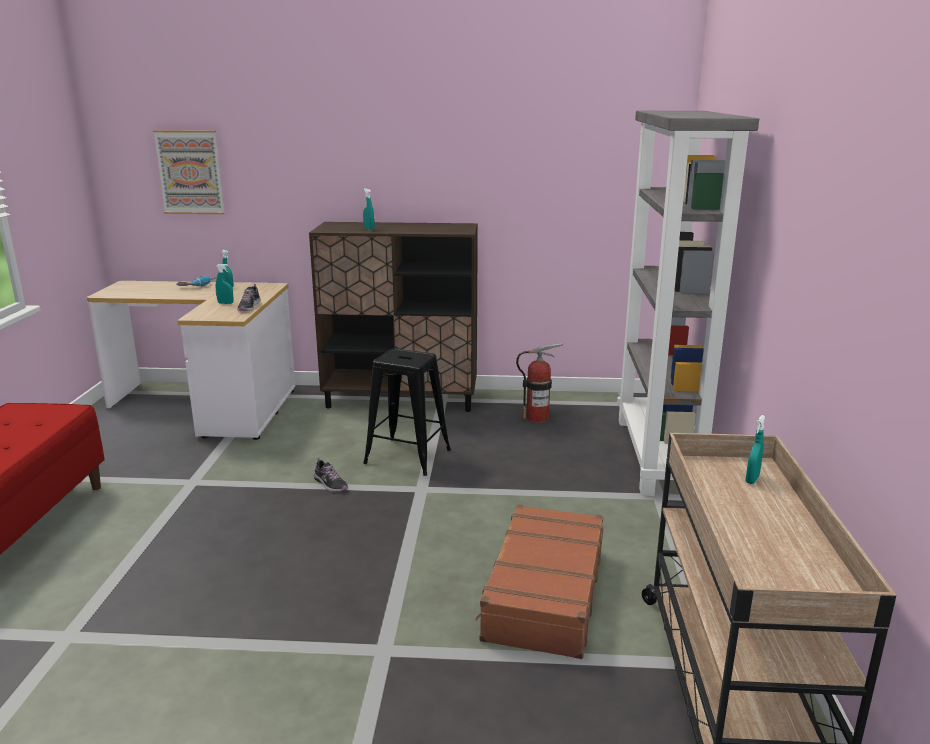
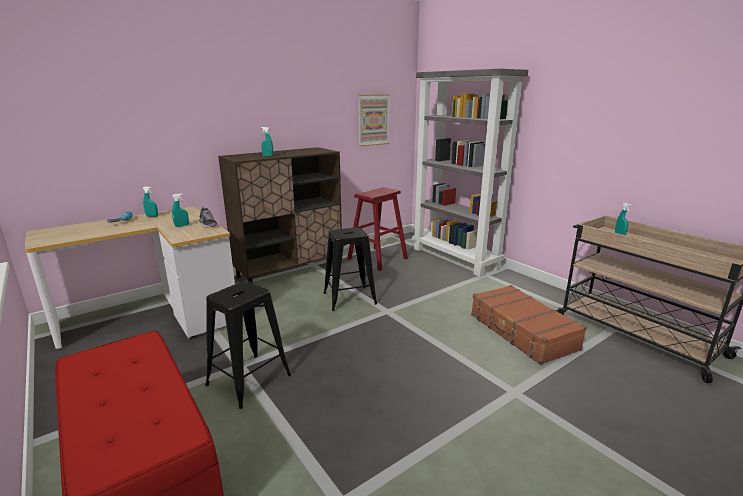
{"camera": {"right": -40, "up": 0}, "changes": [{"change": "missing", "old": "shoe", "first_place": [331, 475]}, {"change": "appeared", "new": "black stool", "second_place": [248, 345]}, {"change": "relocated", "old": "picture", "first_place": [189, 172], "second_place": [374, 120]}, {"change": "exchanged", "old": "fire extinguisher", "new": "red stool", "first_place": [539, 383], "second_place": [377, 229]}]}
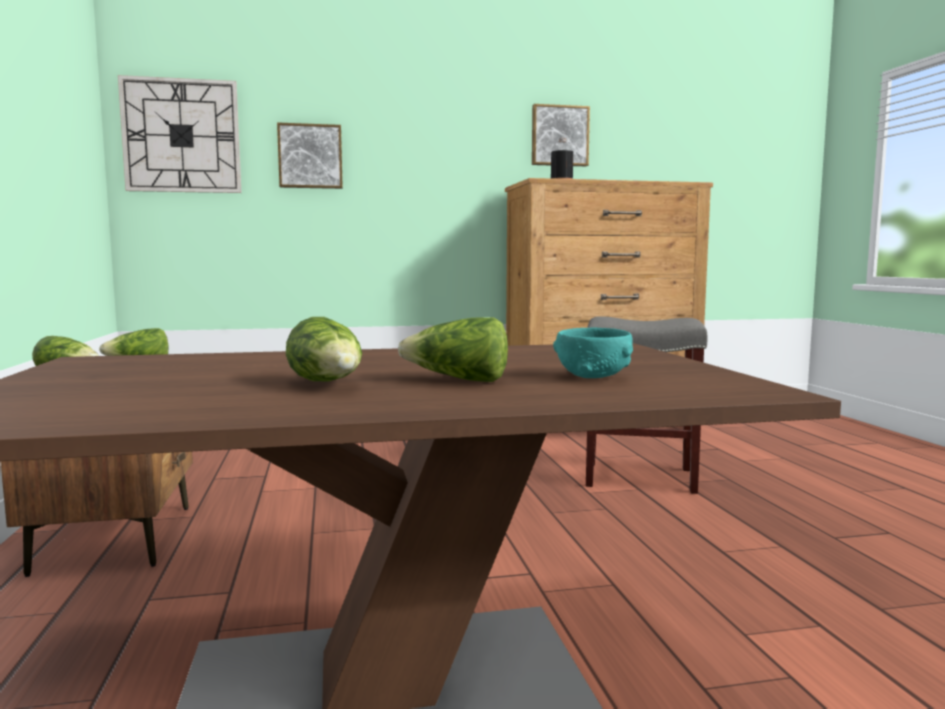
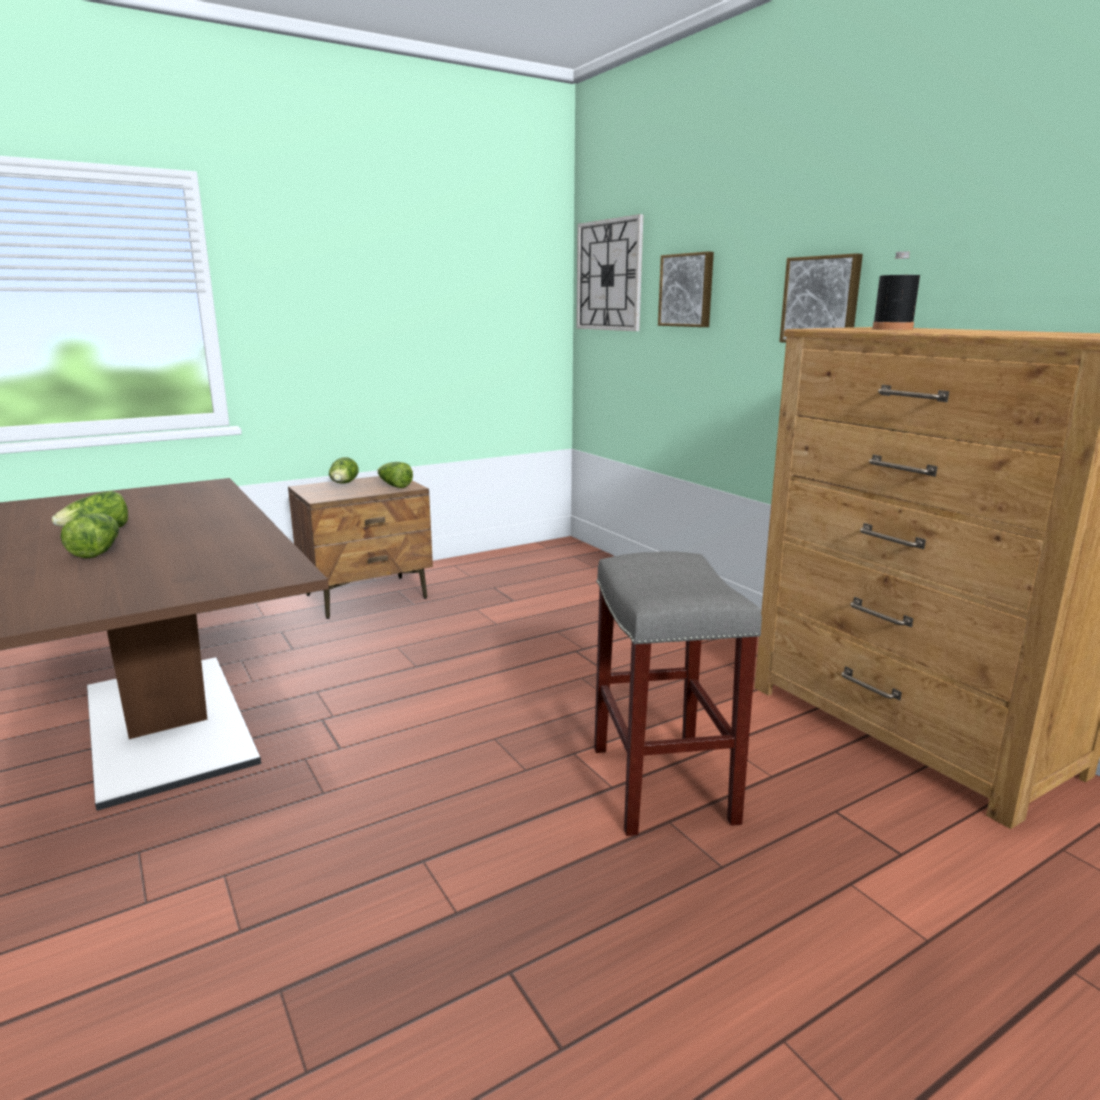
{"camera": {"right": 70, "up": 10}, "changes": [{"change": "missing", "old": "turquoise bowl", "first_place": [593, 353]}, {"change": "relocated", "old": "picture", "first_place": [561, 135], "second_place": [821, 298]}]}
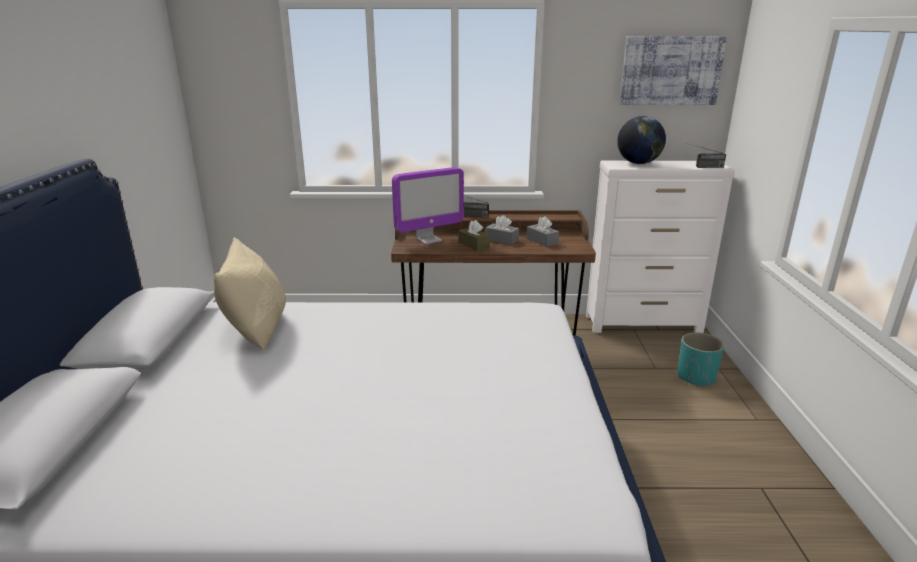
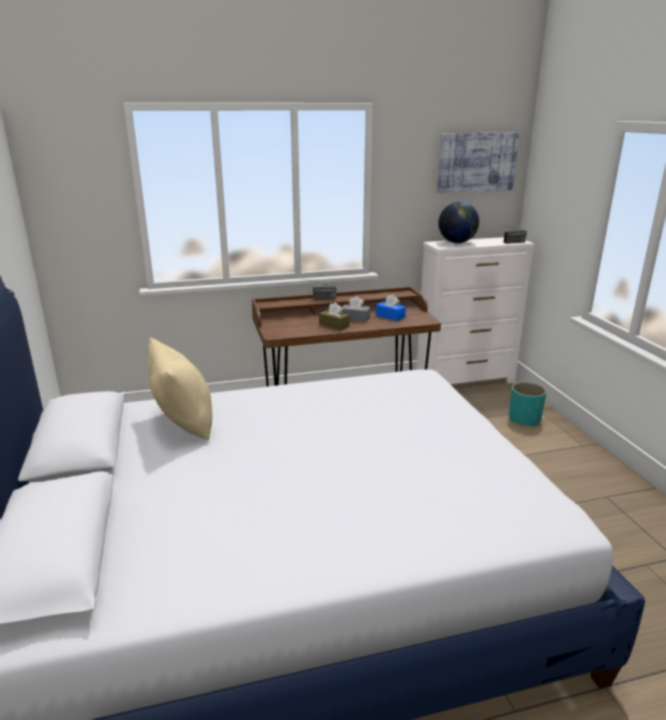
{"camera": {"right": -15, "up": 0}, "changes": [{"change": "missing", "old": "monitor", "first_place": [428, 205]}, {"change": "colour", "old": "grey tissue box", "new": "blue tissue box", "first_place": [543, 231], "second_place": [391, 307]}]}
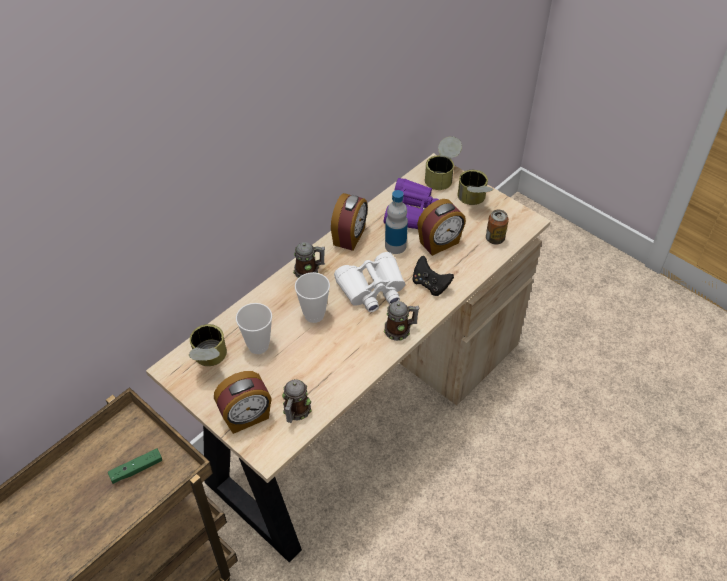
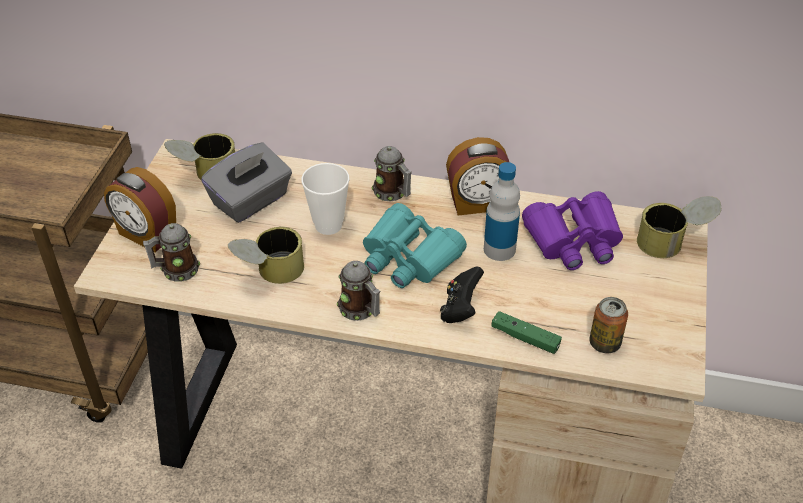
{"camera": {"right": 60, "up": -5}, "changes": [{"change": "missing", "old": "alarm clock", "first_place": [441, 227]}, {"change": "relocated", "old": "green game controller", "first_place": [135, 466], "second_place": [526, 332]}, {"change": "relocated", "old": "can", "first_place": [475, 187], "second_place": [266, 255]}, {"change": "exchanged", "old": "cup", "new": "grey tissue box", "first_place": [254, 328], "second_place": [246, 182]}, {"change": "colour", "old": "white binoculars", "new": "turquoise binoculars", "first_place": [369, 282], "second_place": [415, 245]}]}
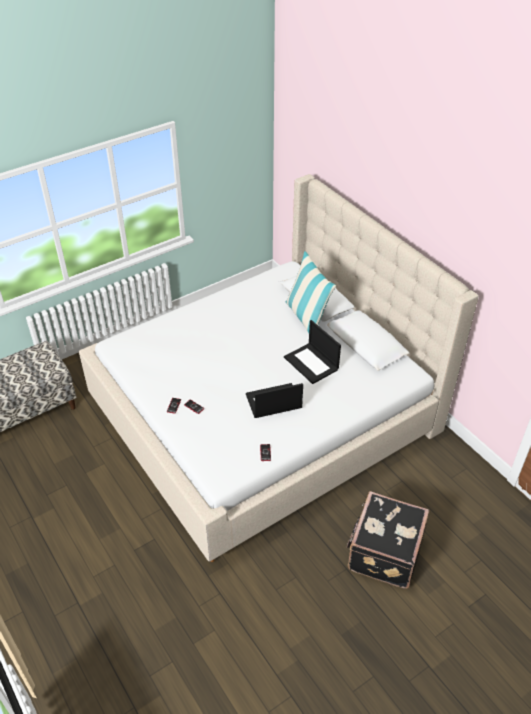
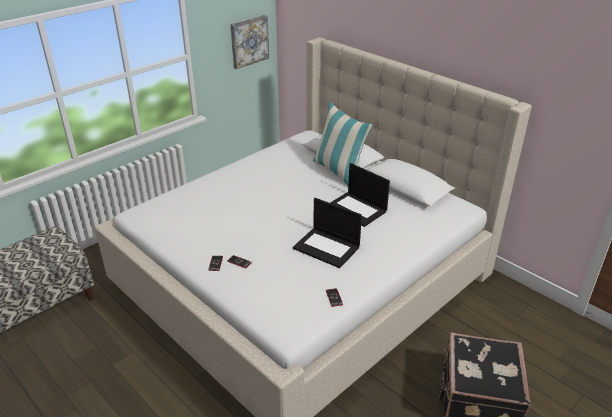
{"camera": {"right": -10, "up": -10}, "changes": [{"change": "appeared", "new": "picture", "second_place": [249, 42]}, {"change": "spun", "old": "laptop", "first_place": [274, 400], "second_place": [327, 233], "degrees": -120}]}
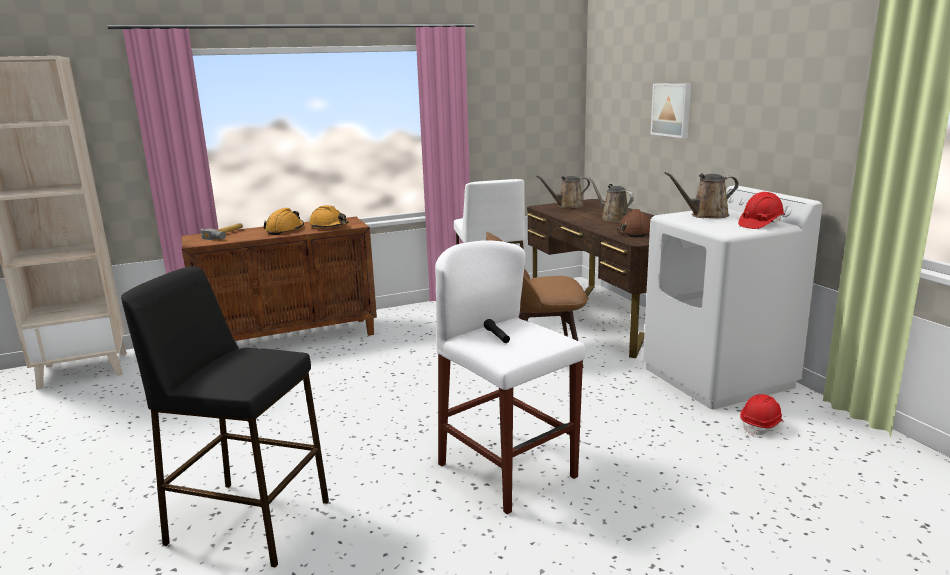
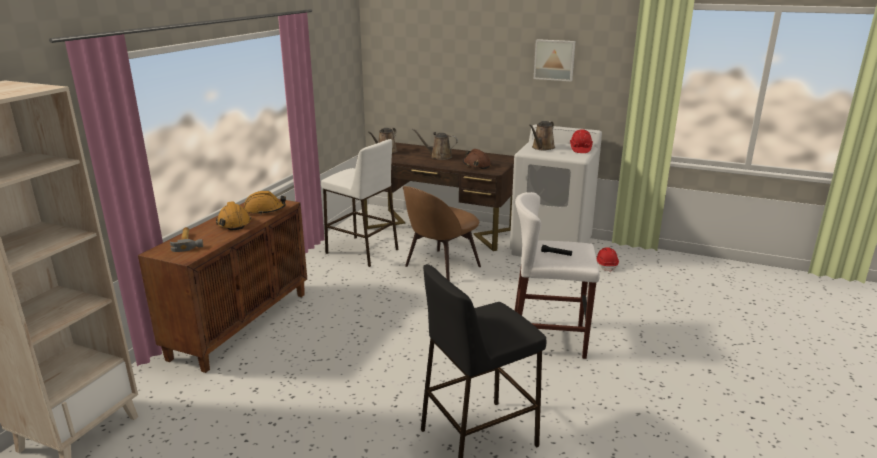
{"camera": {"right": -45, "up": 5}, "changes": [{"change": "relocated", "old": "picture", "first_place": [671, 111], "second_place": [554, 60]}]}
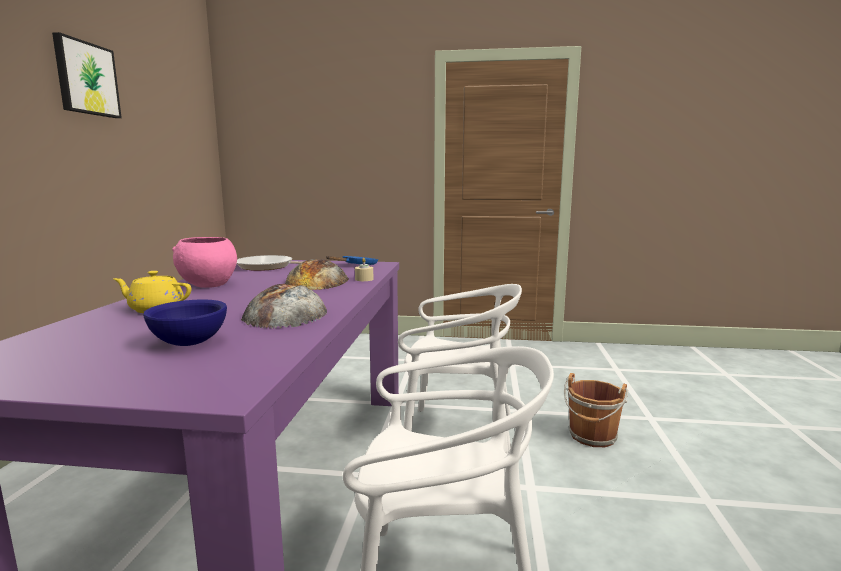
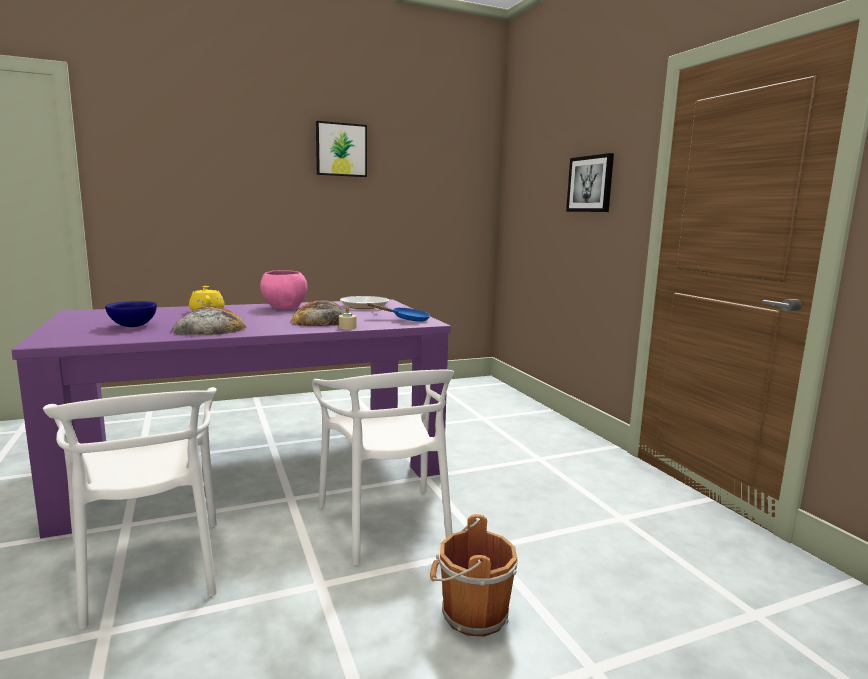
{"camera": {"right": 60, "up": 0}, "changes": [{"change": "appeared", "new": "picture", "second_place": [590, 182]}]}
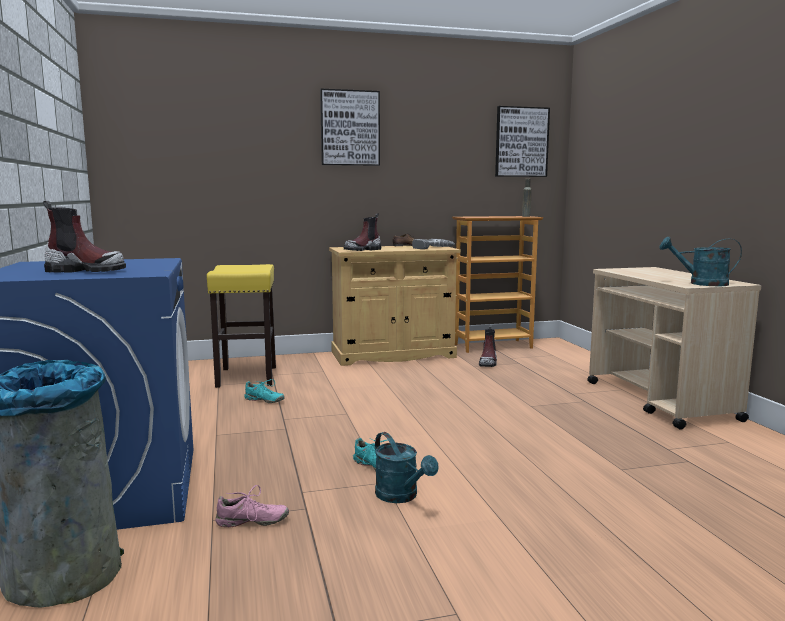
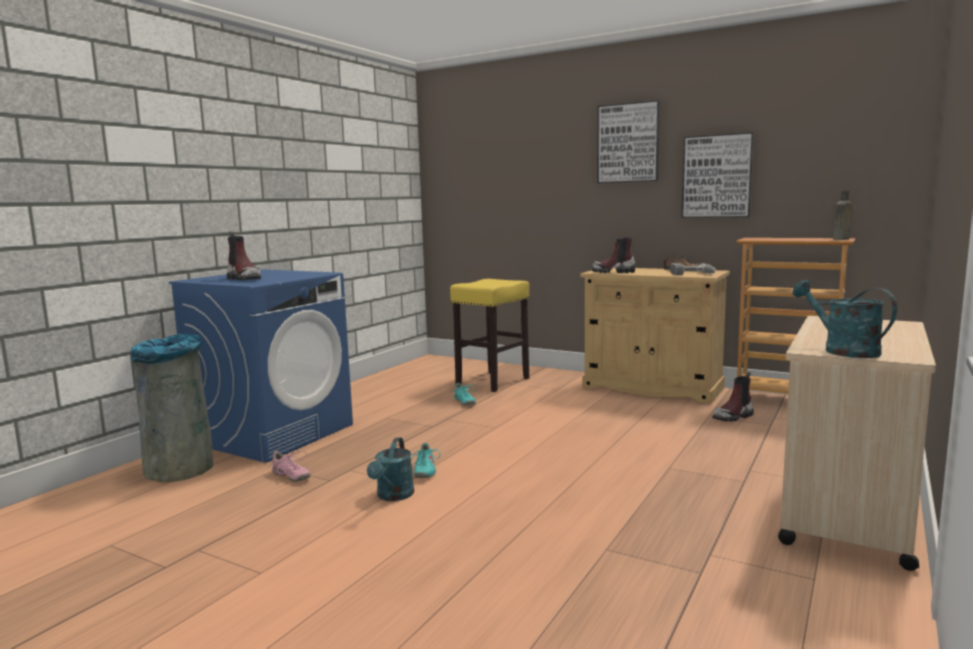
{"camera": {"right": 45, "up": 0}, "changes": [{"change": "relocated", "old": "picture", "first_place": [522, 141], "second_place": [718, 175]}]}
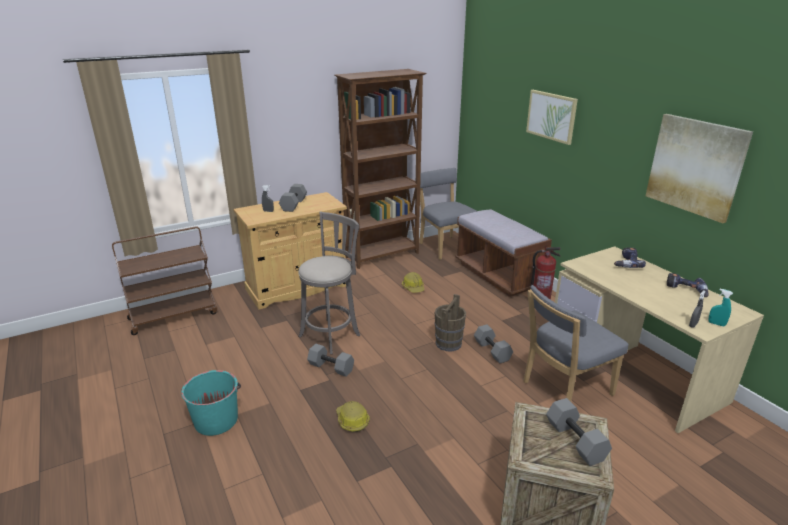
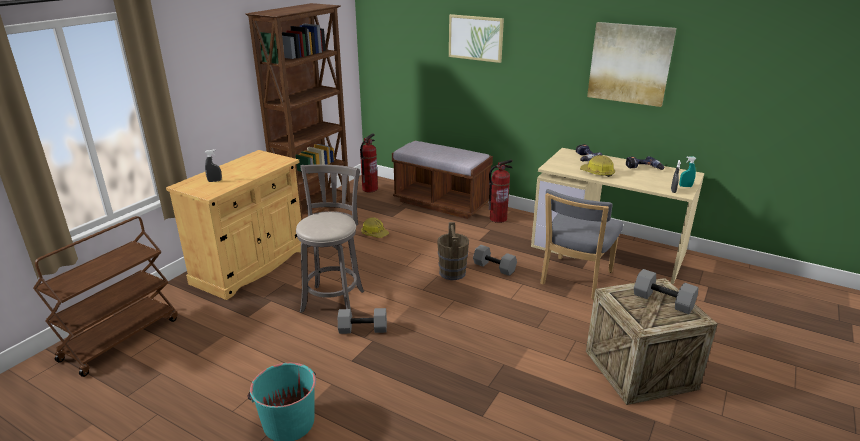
{"camera": {"right": -30, "up": 0}, "changes": [{"change": "missing", "old": "grey dumbbell", "first_place": [293, 198]}, {"change": "relocated", "old": "hard hat", "first_place": [353, 416], "second_place": [597, 166]}, {"change": "exchanged", "old": "grey chair", "new": "fire extinguisher", "first_place": [448, 214], "second_place": [369, 162]}]}
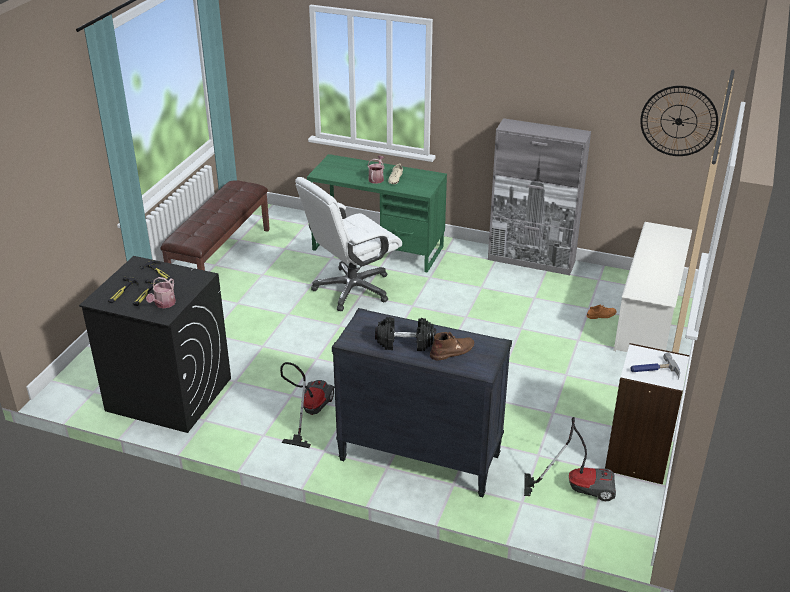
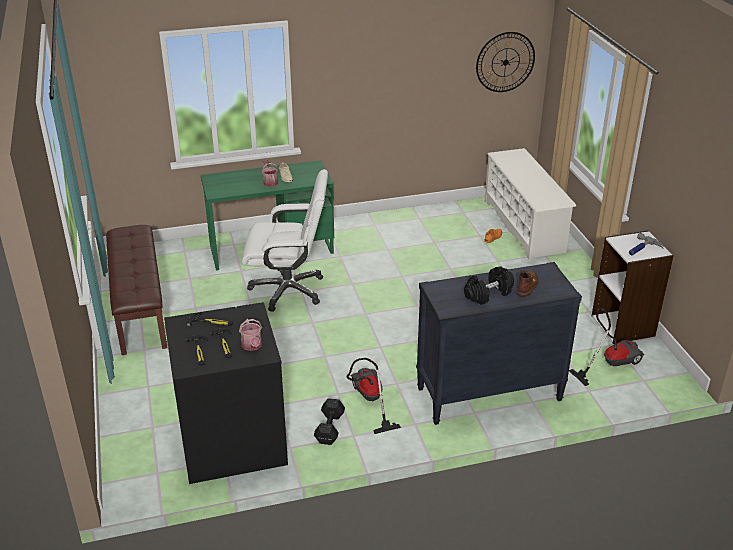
{"camera": {"right": -35, "up": 0}, "changes": [{"change": "missing", "old": "grey cabinet", "first_place": [539, 196]}, {"change": "appeared", "new": "black dumbbell", "second_place": [329, 421]}, {"change": "spun", "old": "white office chair", "first_place": [348, 244], "second_place": [285, 240], "degrees": -105}]}
